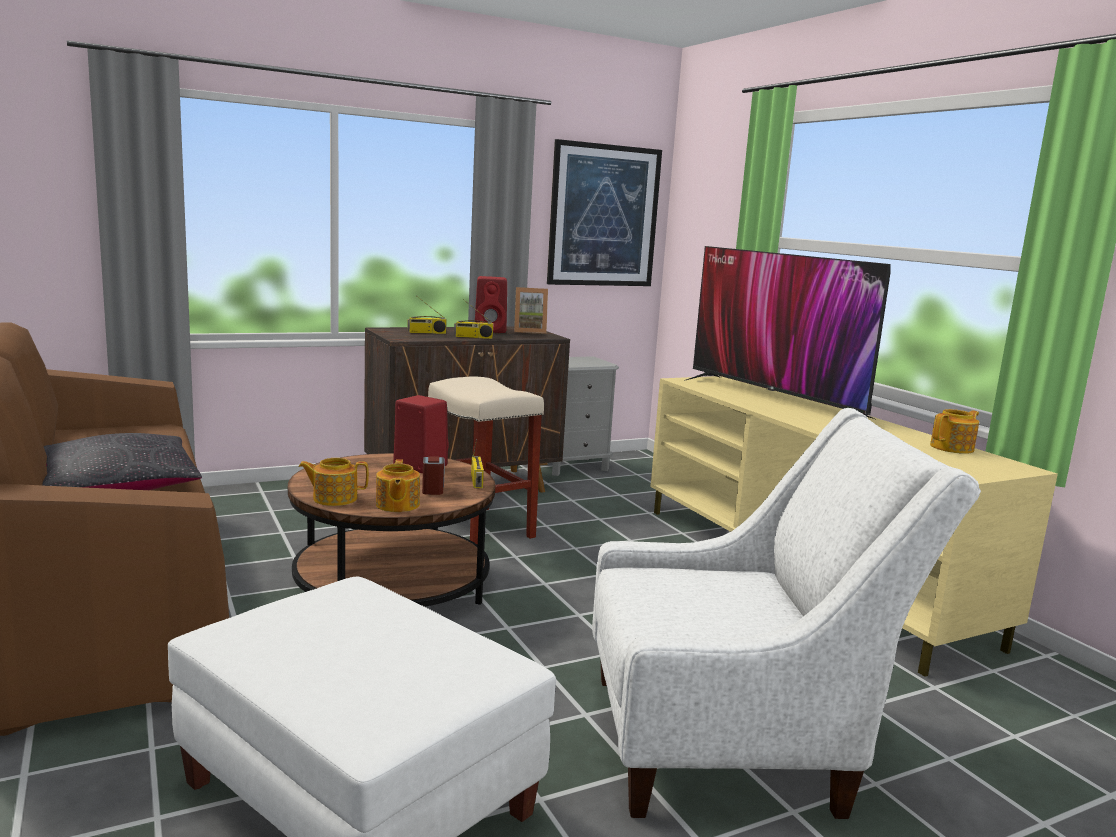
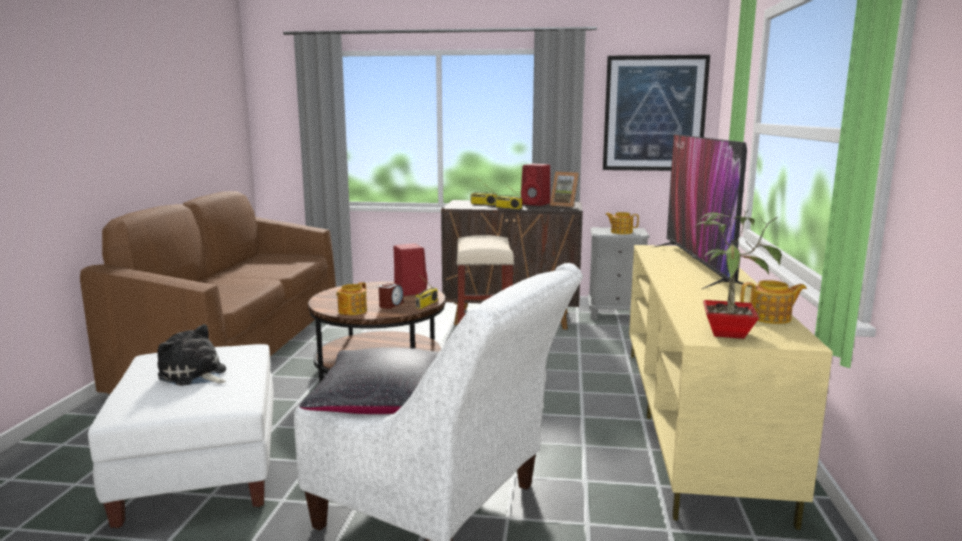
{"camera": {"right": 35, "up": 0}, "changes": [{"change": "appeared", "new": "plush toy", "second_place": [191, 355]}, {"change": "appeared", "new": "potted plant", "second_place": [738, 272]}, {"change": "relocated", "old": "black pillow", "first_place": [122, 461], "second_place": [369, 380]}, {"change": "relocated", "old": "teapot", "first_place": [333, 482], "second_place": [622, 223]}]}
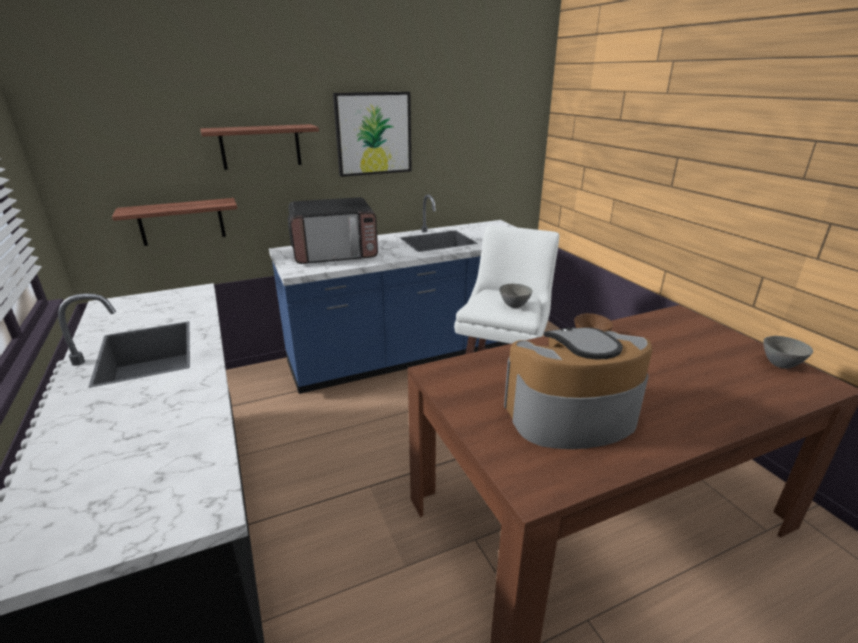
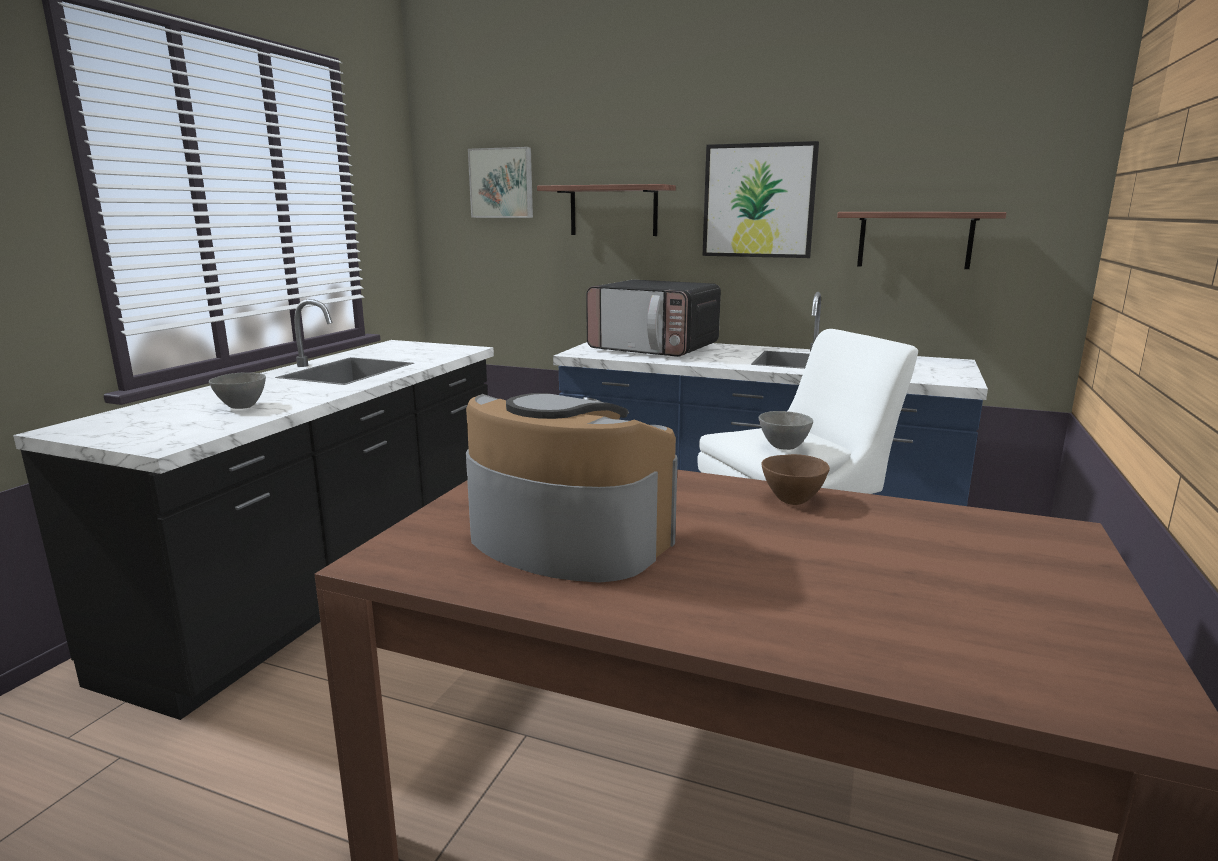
{"camera": {"right": 45, "up": -10}, "changes": [{"change": "appeared", "new": "picture", "second_place": [500, 182]}, {"change": "relocated", "old": "shelf", "first_place": [174, 222], "second_place": [922, 240]}, {"change": "relocated", "old": "grey bowl", "first_place": [788, 352], "second_place": [237, 390]}]}
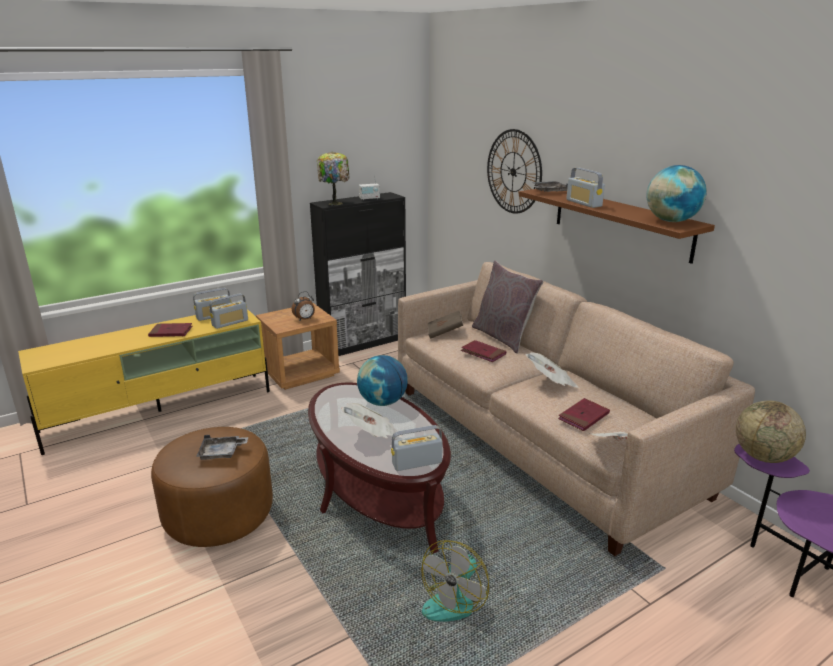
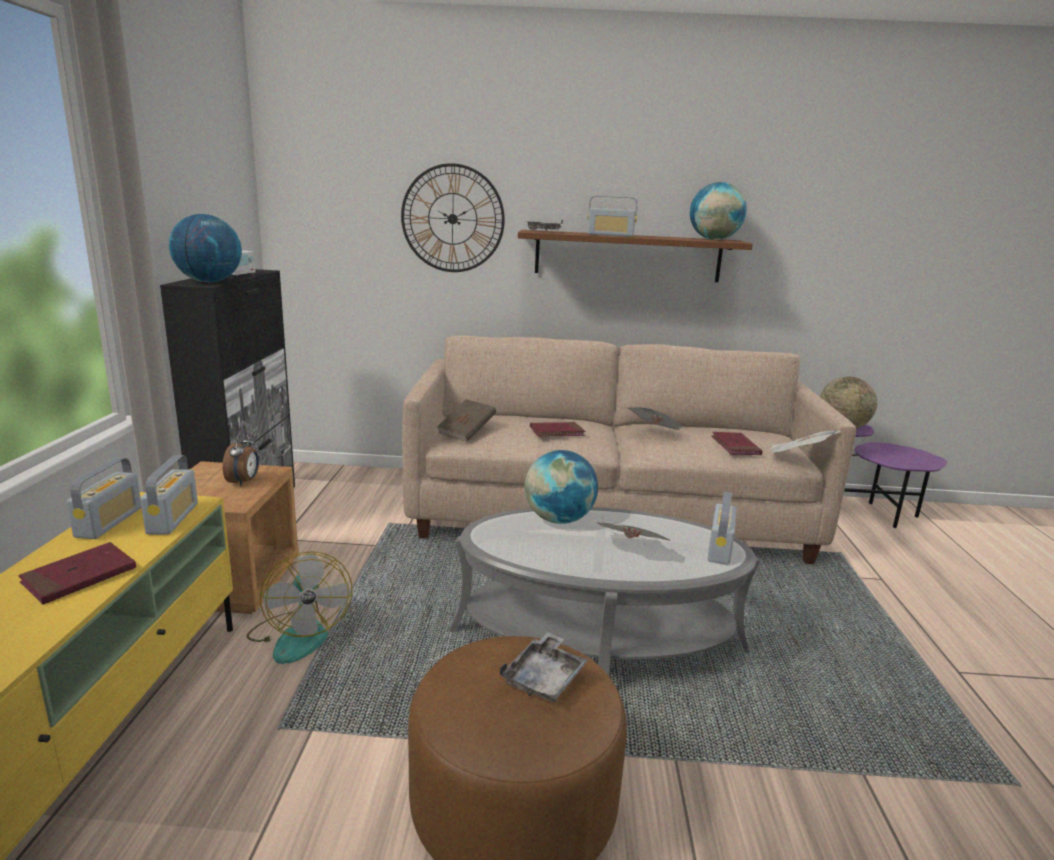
{"camera": {"right": -55, "up": -5}, "changes": [{"change": "missing", "old": "grey pillow", "first_place": [508, 306]}, {"change": "relocated", "old": "fan", "first_place": [455, 581], "second_place": [299, 607]}, {"change": "exchanged", "old": "table lamp", "new": "globe", "first_place": [333, 178], "second_place": [205, 248]}, {"change": "colour", "old": "brown coffee table", "new": "grey coffee table", "first_place": [379, 468], "second_place": [604, 591]}]}
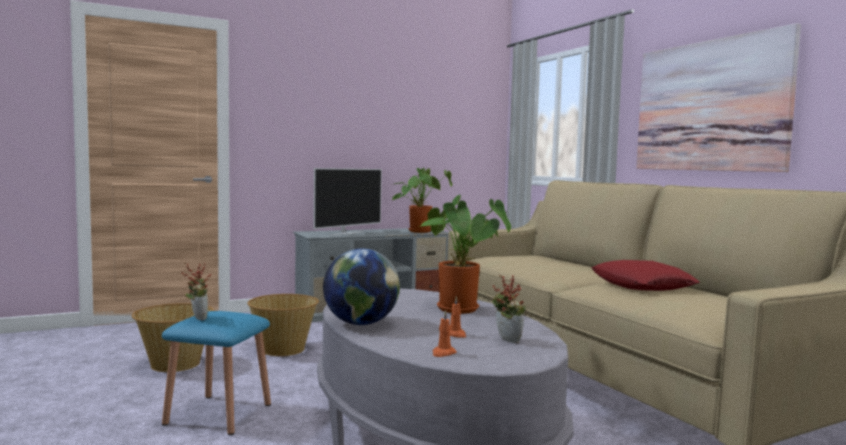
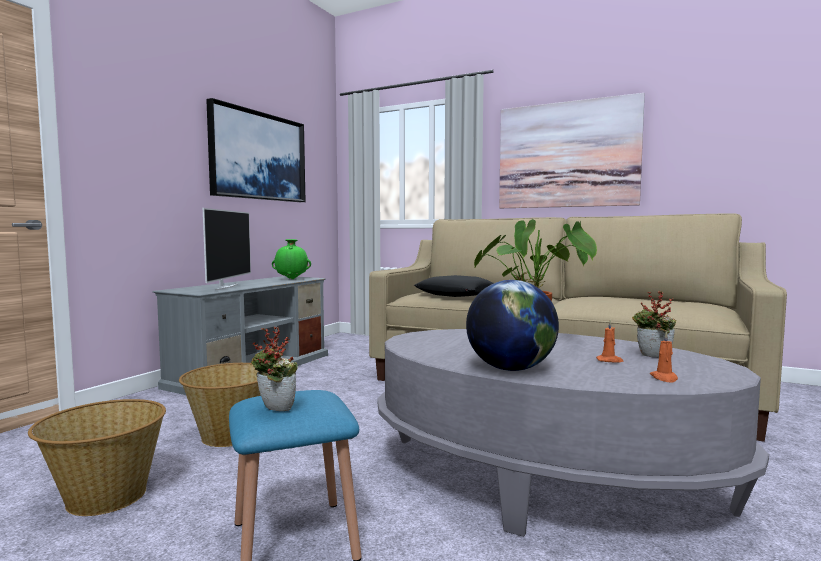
{"camera": {"right": -35, "up": 0}, "changes": [{"change": "missing", "old": "red pillow", "first_place": [646, 275]}, {"change": "appeared", "new": "picture", "second_place": [256, 150]}, {"change": "appeared", "new": "black pillow", "second_place": [453, 286]}, {"change": "exchanged", "old": "potted plant", "new": "green vase", "first_place": [422, 200], "second_place": [291, 259]}]}
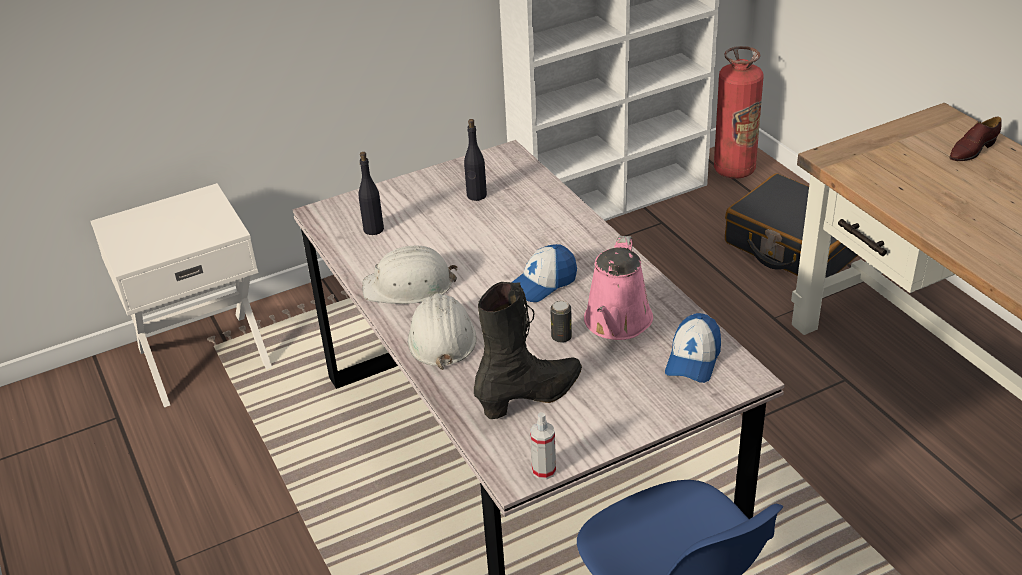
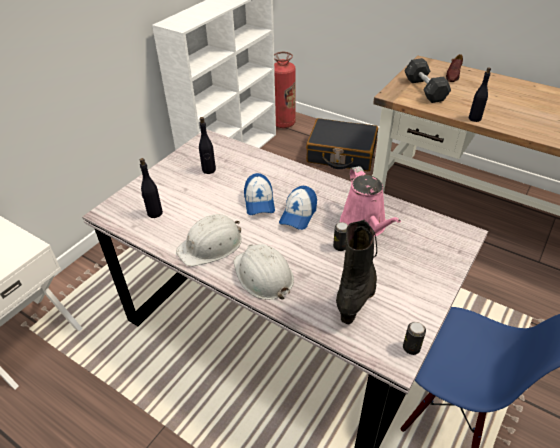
{"camera": {"right": -30, "up": 5}, "changes": [{"change": "appeared", "new": "grey dumbbell", "second_place": [427, 80]}, {"change": "appeared", "new": "black bottle", "second_place": [480, 94]}, {"change": "relocated", "old": "cap", "first_place": [693, 348], "second_place": [259, 194]}, {"change": "exchanged", "old": "spray bottle", "new": "can", "first_place": [543, 446], "second_place": [414, 338]}]}
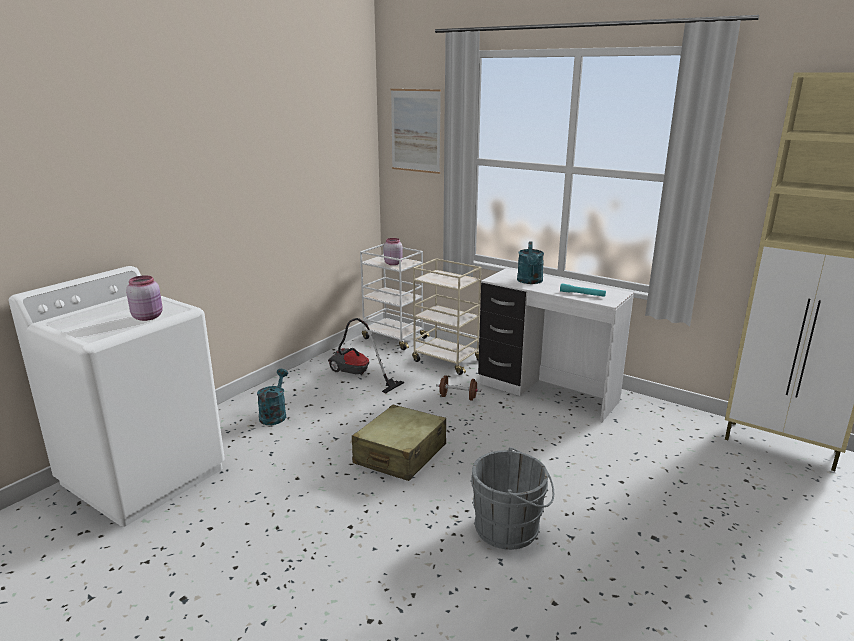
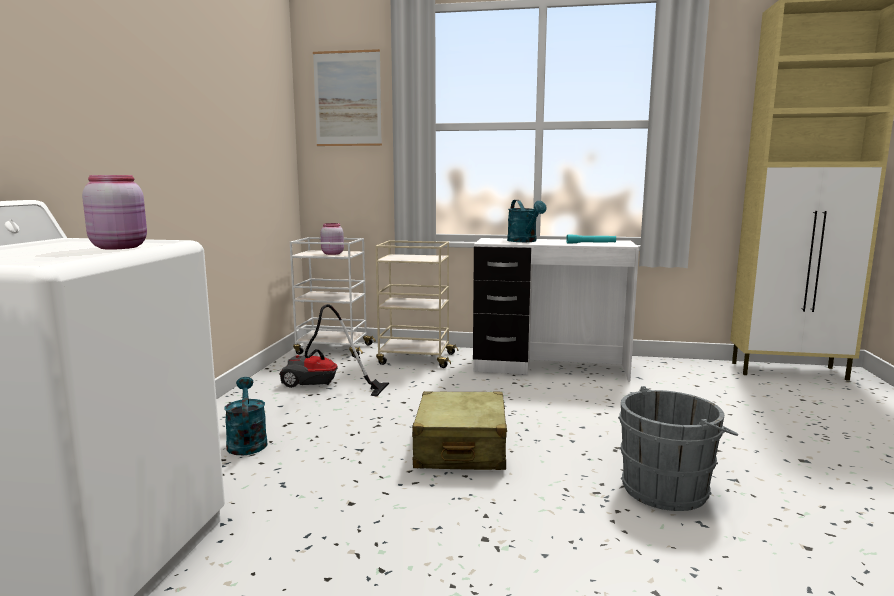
{"camera": {"right": -25, "up": -10}, "changes": [{"change": "missing", "old": "brown dumbbell", "first_place": [458, 388]}]}
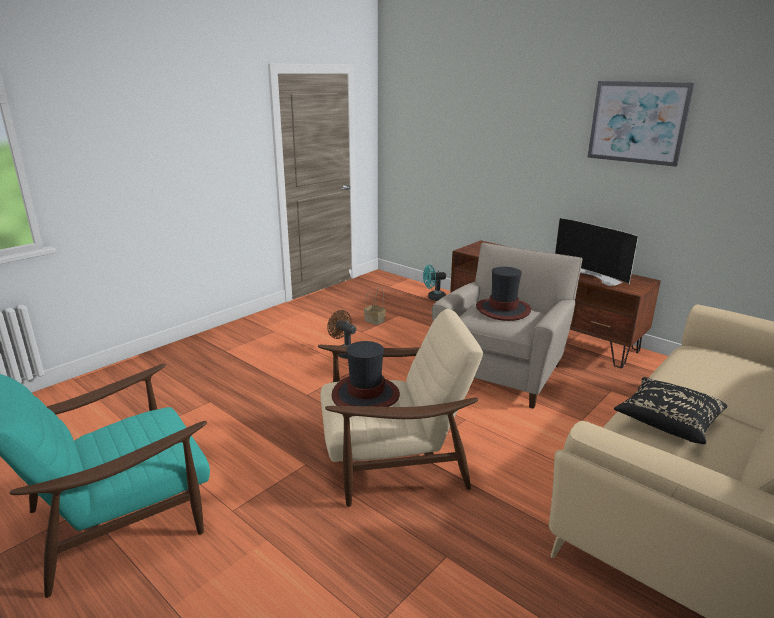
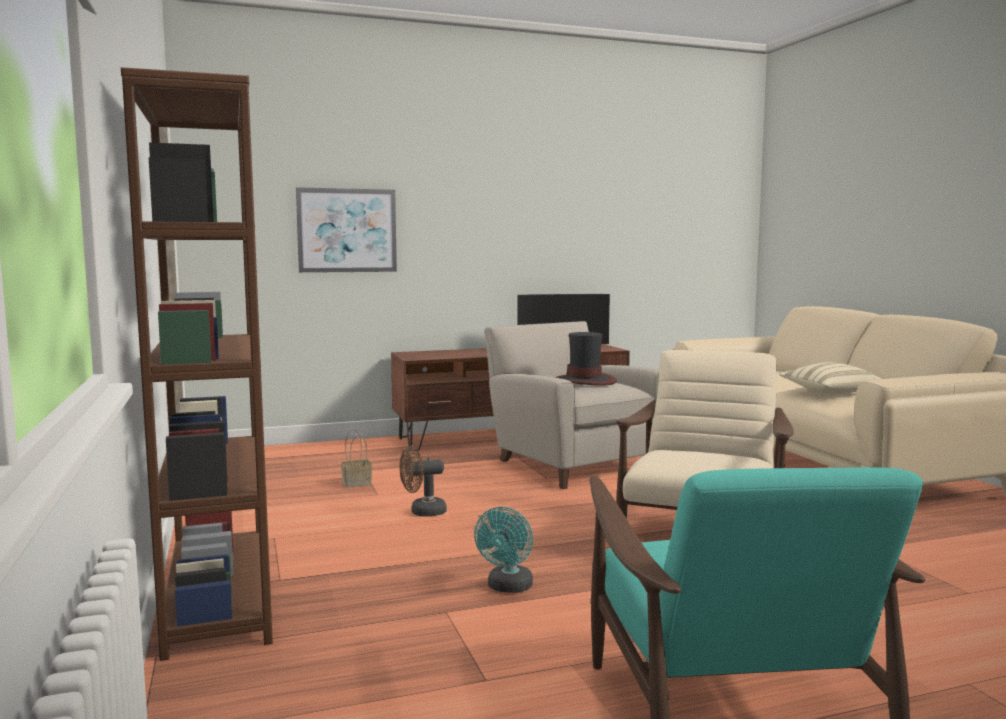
{"camera": {"right": -60, "up": -15}, "changes": [{"change": "missing", "old": "hat", "first_place": [366, 374]}, {"change": "appeared", "new": "brown bookcase", "second_place": [197, 364]}, {"change": "relocated", "old": "turquoise fan", "first_place": [434, 283], "second_place": [503, 550]}, {"change": "relocated", "old": "picture", "first_place": [640, 124], "second_place": [346, 230]}, {"change": "colour", "old": "black pillow", "new": "beige pillow", "first_place": [670, 410], "second_place": [830, 378]}]}
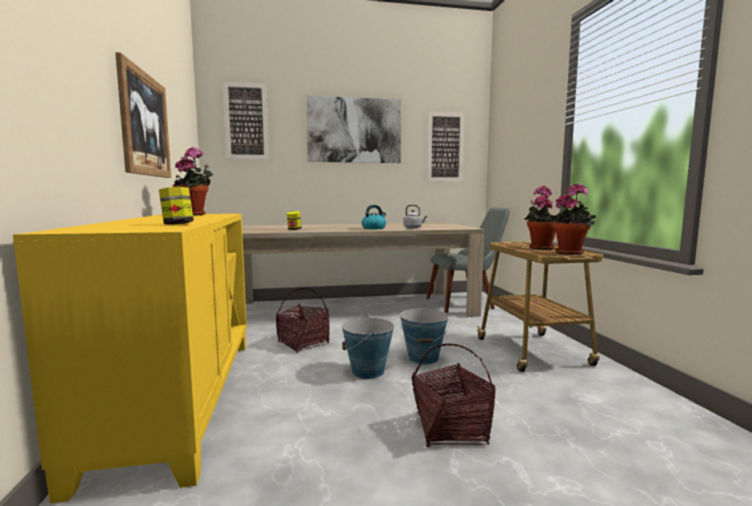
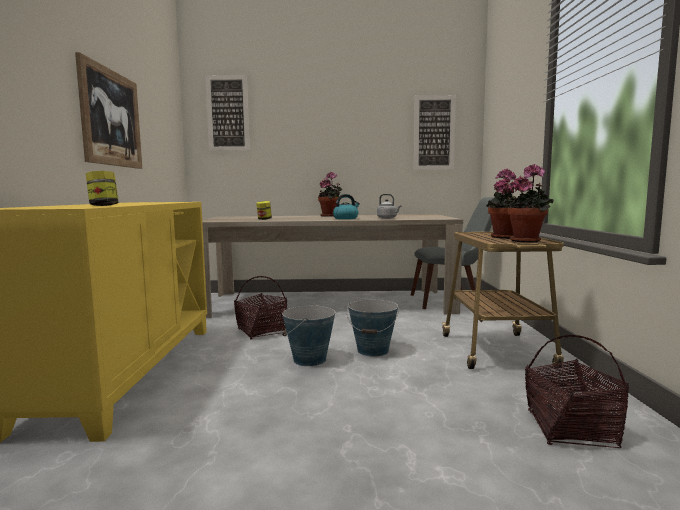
{"camera": {"right": 10, "up": 0}, "changes": [{"change": "missing", "old": "picture", "first_place": [353, 129]}, {"change": "relocated", "old": "potted plant", "first_place": [193, 181], "second_place": [330, 194]}, {"change": "relocated", "old": "basket", "first_place": [453, 395], "second_place": [577, 391]}]}
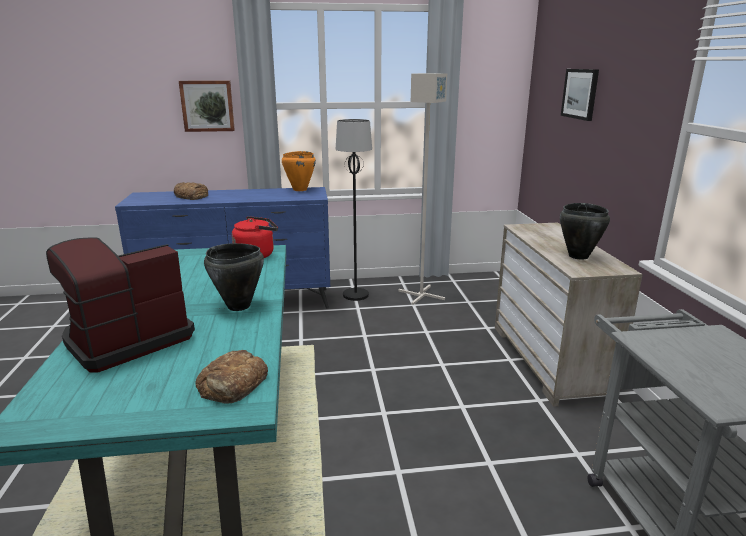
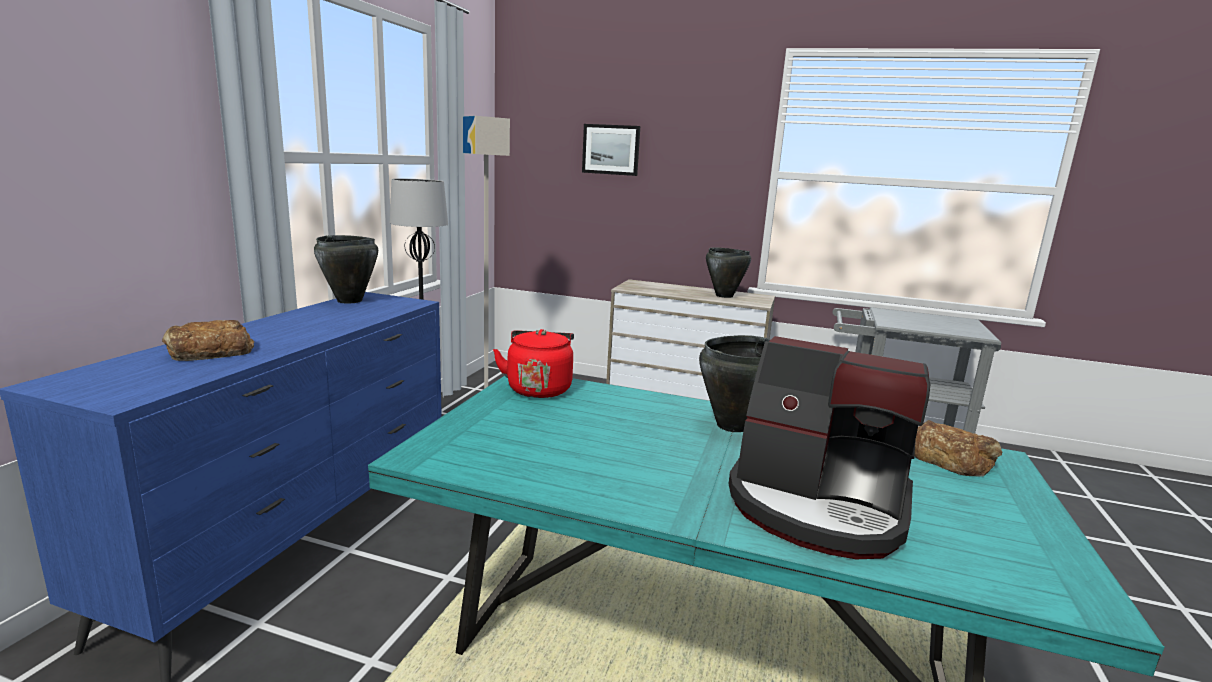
{"camera": {"right": -65, "up": -5}, "changes": [{"change": "missing", "old": "picture", "first_place": [207, 106]}, {"change": "colour", "old": "orange cooking pot", "new": "black cooking pot", "first_place": [299, 171], "second_place": [346, 269]}, {"change": "spun", "old": "coffee machine", "first_place": [120, 304], "second_place": [829, 447], "degrees": -45}]}
